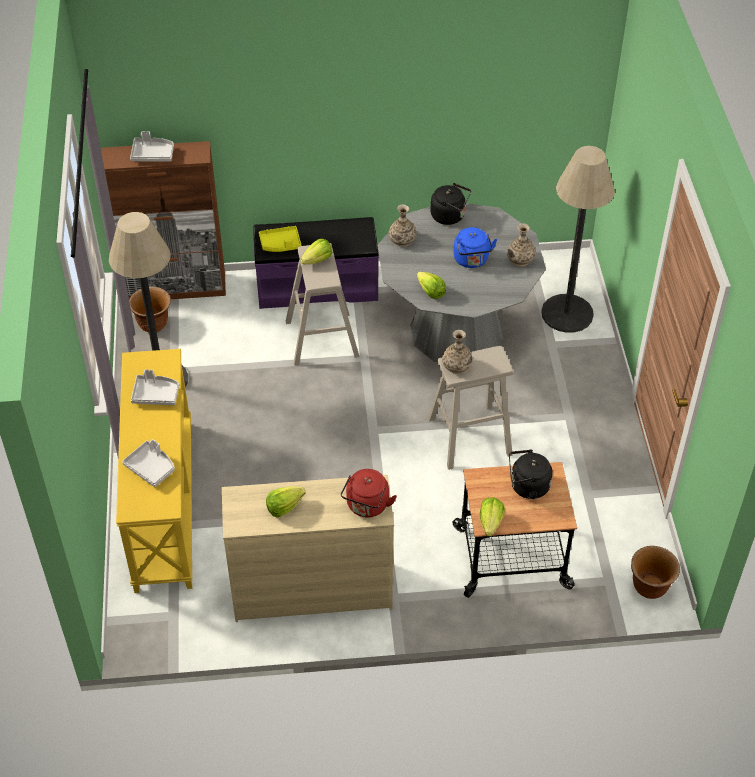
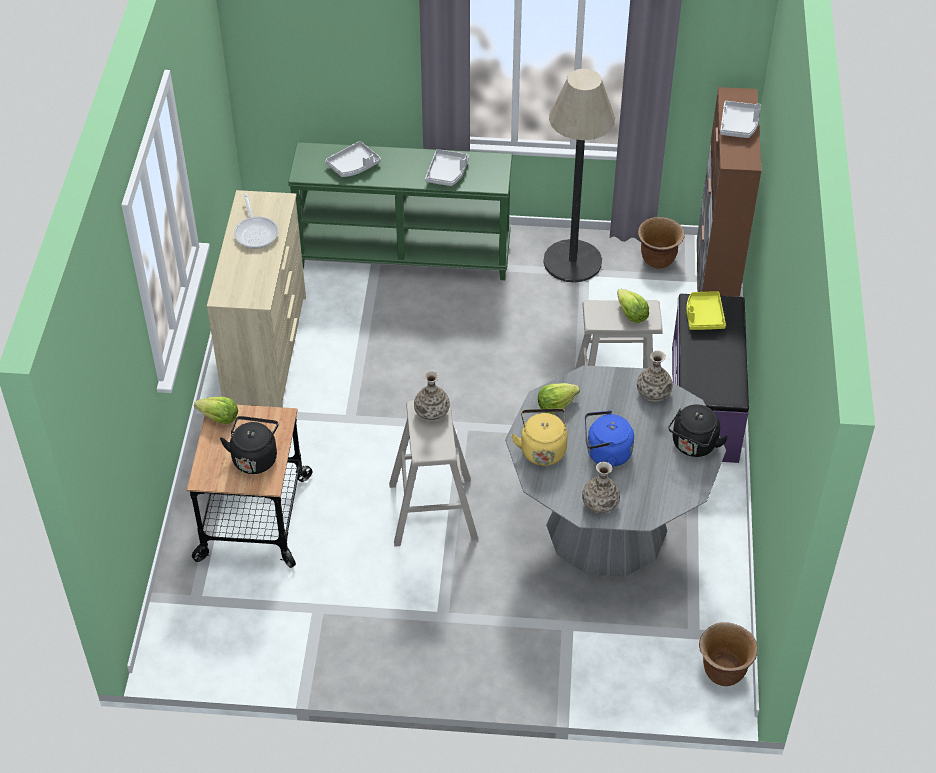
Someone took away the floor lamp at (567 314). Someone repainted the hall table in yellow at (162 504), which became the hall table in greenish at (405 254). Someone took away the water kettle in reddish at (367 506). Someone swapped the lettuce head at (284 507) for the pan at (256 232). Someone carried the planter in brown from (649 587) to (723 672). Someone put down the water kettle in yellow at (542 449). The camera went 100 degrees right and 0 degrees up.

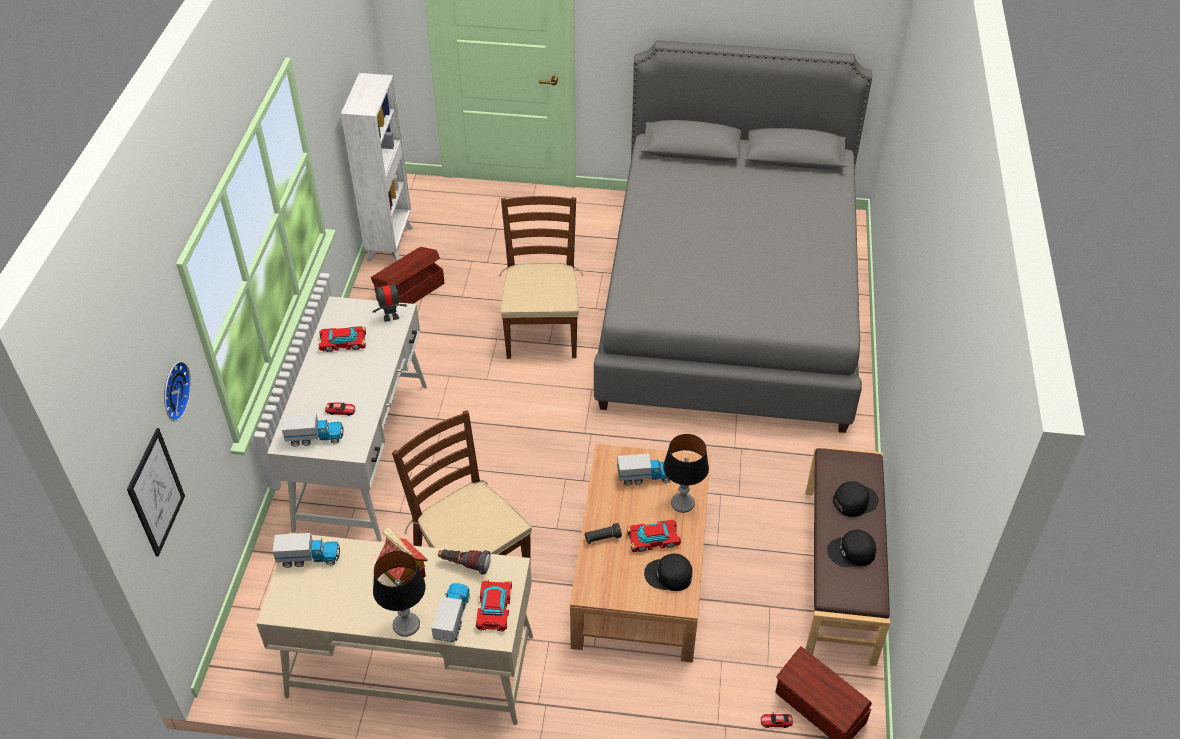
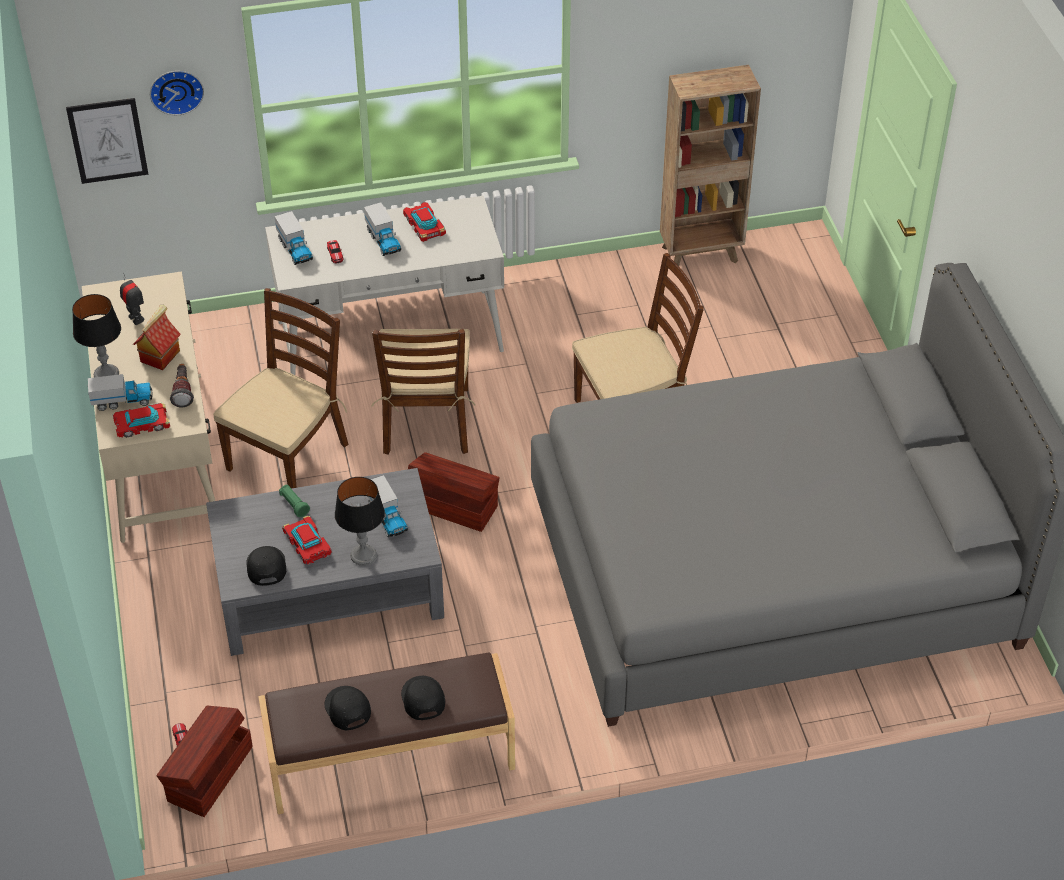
Someone repainted the bookcase in white at (390 243), which became the bookcase in brown at (701 254). Someone carried the storage container in brown from (409 291) to (452 505). Someone carried the model robot from (391 317) to (136 319). Someone repainted the lounge table in brown at (641 572), which became the lounge table in gray at (327 588). Someone rotated the peaked cap in black at (854 500) by 150 degrees counterclockwise. Someone repainted the flashlight in black at (602 538), which became the flashlight in greenish at (294 505). Someone carried the toy lorry from (309 558) to (383 240). Someone put down the upright chair in brown at (426 421). The camera went 70 degrees right and 0 degrees up.

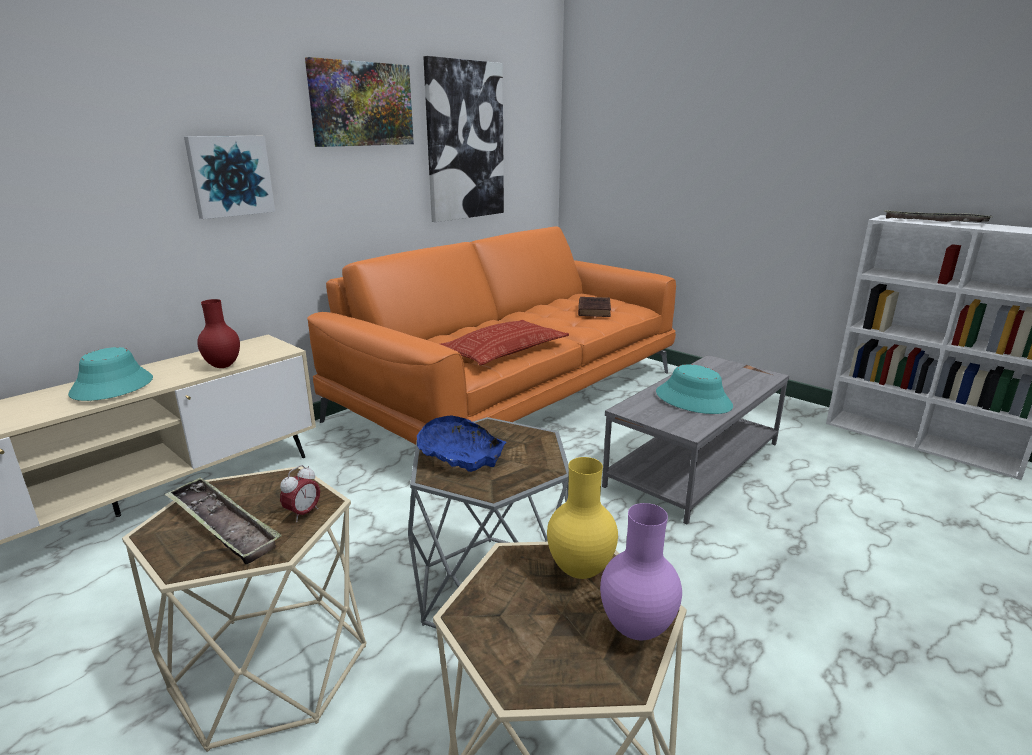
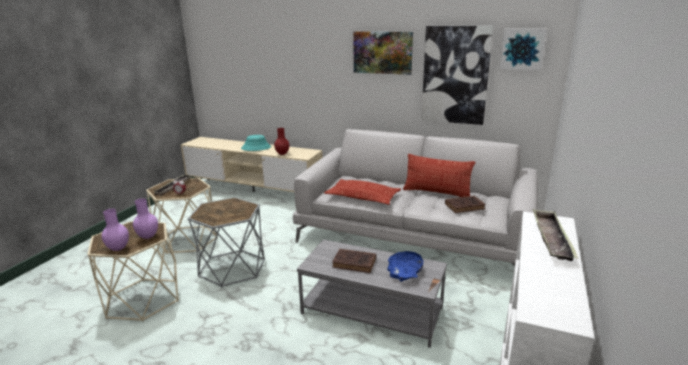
Someone carried the wall picture from (230 176) to (522 49). Someone repainted the sofa in orangey at (513 395), which became the sofa in gray at (414 234). Someone swapped the hat in blue-green at (693 400) for the book in brown at (355 263). Someone carried the serving bowl in blue-coloured from (460 457) to (405 272). Someone repainted the decorative vase in yellow at (582 571), which became the decorative vase in purple-coloured at (148 237). Someone put down the pillow at (437 193). The camera went 70 degrees right and 0 degrees up.

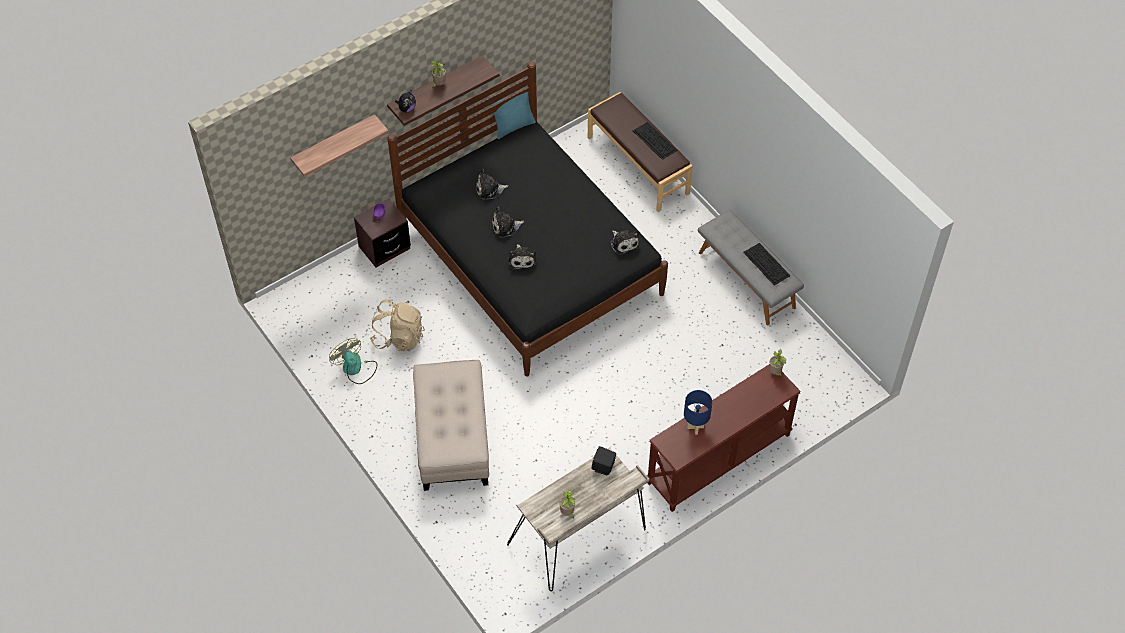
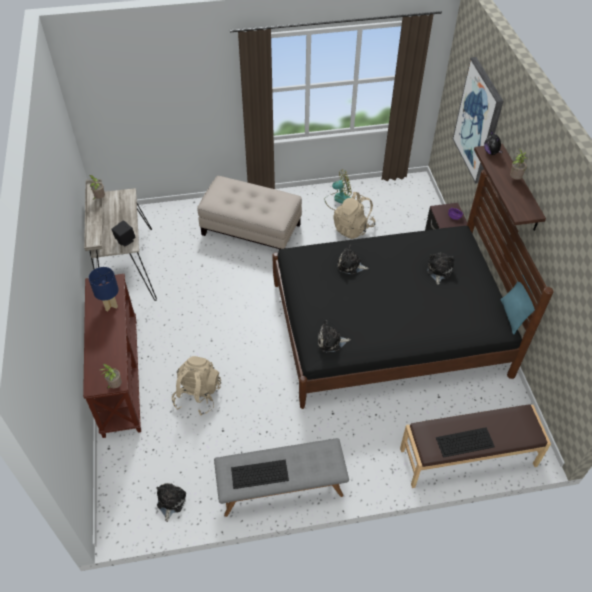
Someone swapped the wall shelf at (334 144) for the wall picture at (478 121). Someone carried the soft toy from (506 227) to (170 502). Someone put down the backpack in sand-coloured at (198 395). The camera went 115 degrees right and 5 degrees down.

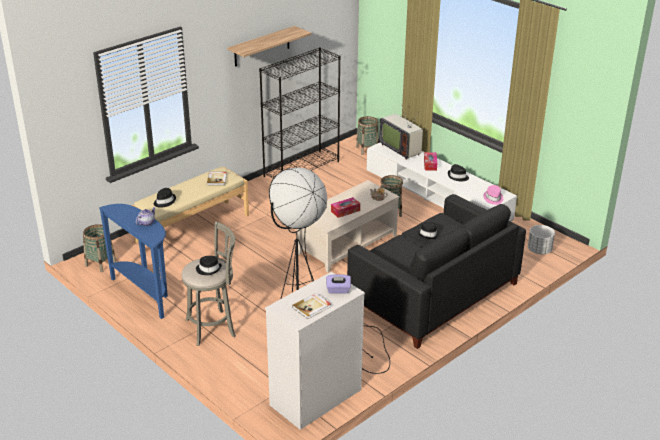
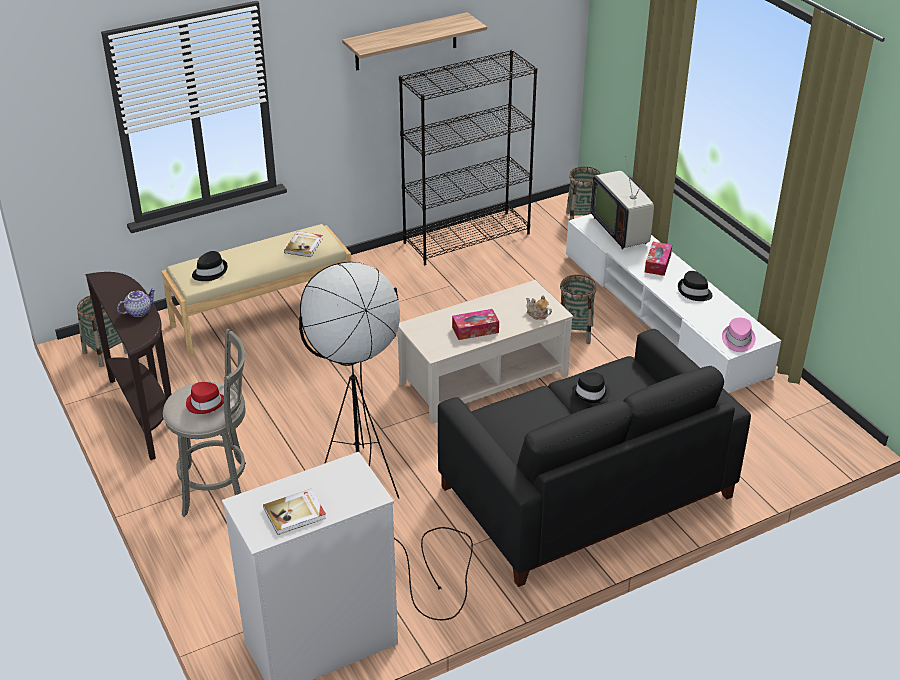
Someone repainted the hall table in blue-coloured at (145 293), which became the hall table in brown at (147 413). Someone took away the planter in white at (539 250). Someone repainted the hat in black at (208 269), which became the hat in reddish at (205 403). Someone took away the tissue holder in purple-coloured at (338 290). The camera went 15 degrees right and 5 degrees up.

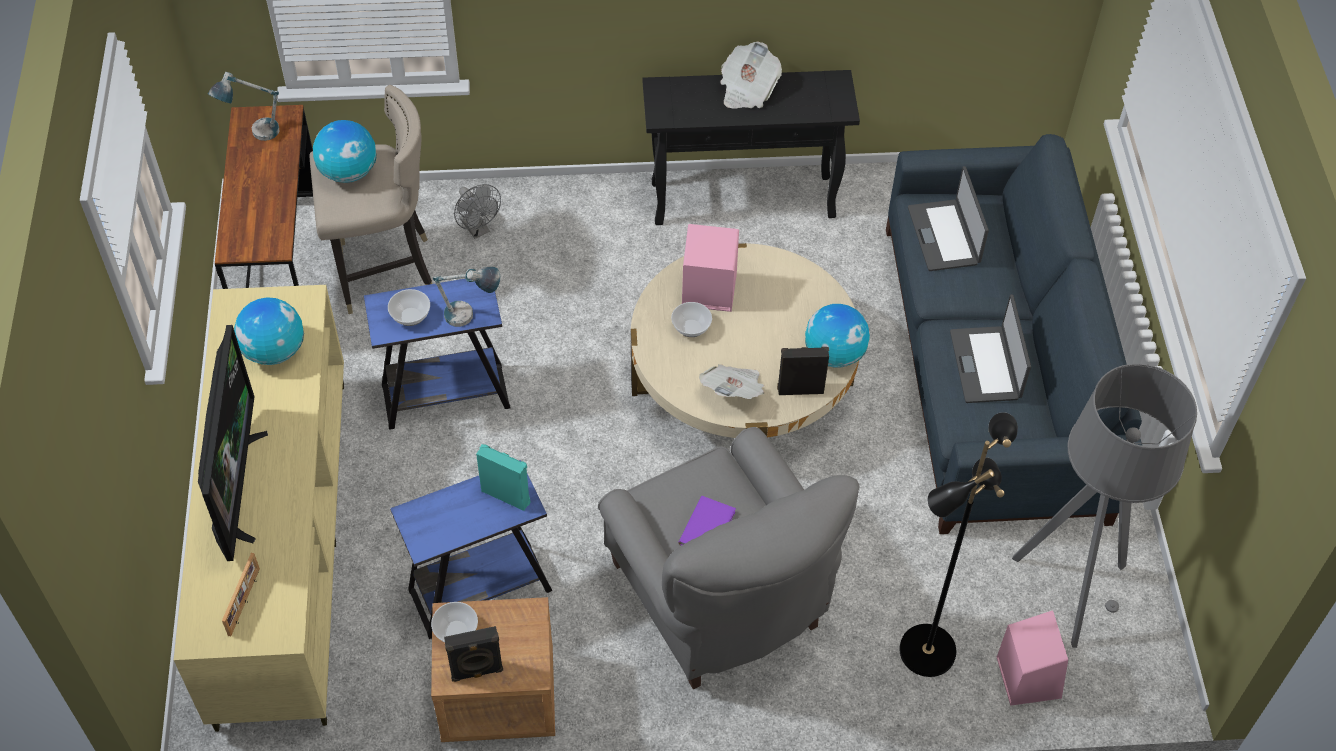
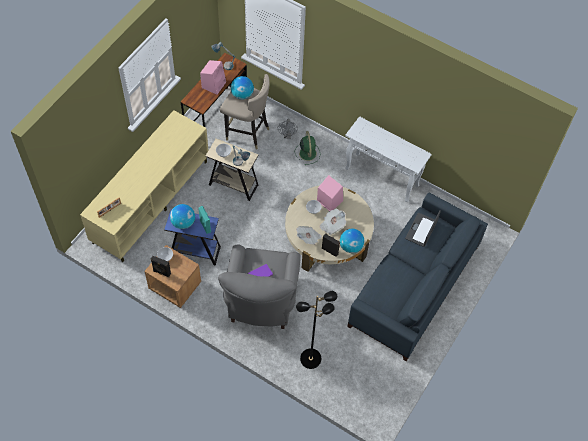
Someone carried the daily paper from (747 89) to (332 225). Someone repainted the hall table in black at (744 199), which became the hall table in white at (382 177). Someone repainted the end table in blue-coloured at (445 396), which became the end table in sand-coloured at (233 185). Someone took away the notebook computer at (986 365). Someone carried the world globe from (274 351) to (183 222). Someone took away the TV set at (236 486). Someone took away the floor lamp in gray at (1070 590). Someone carried the loudspeaker in pink-coloured from (1027 676) to (214 84). Someone put down the cooling fan in greenish at (307 153). The camera went 35 degrees right and 5 degrees up.

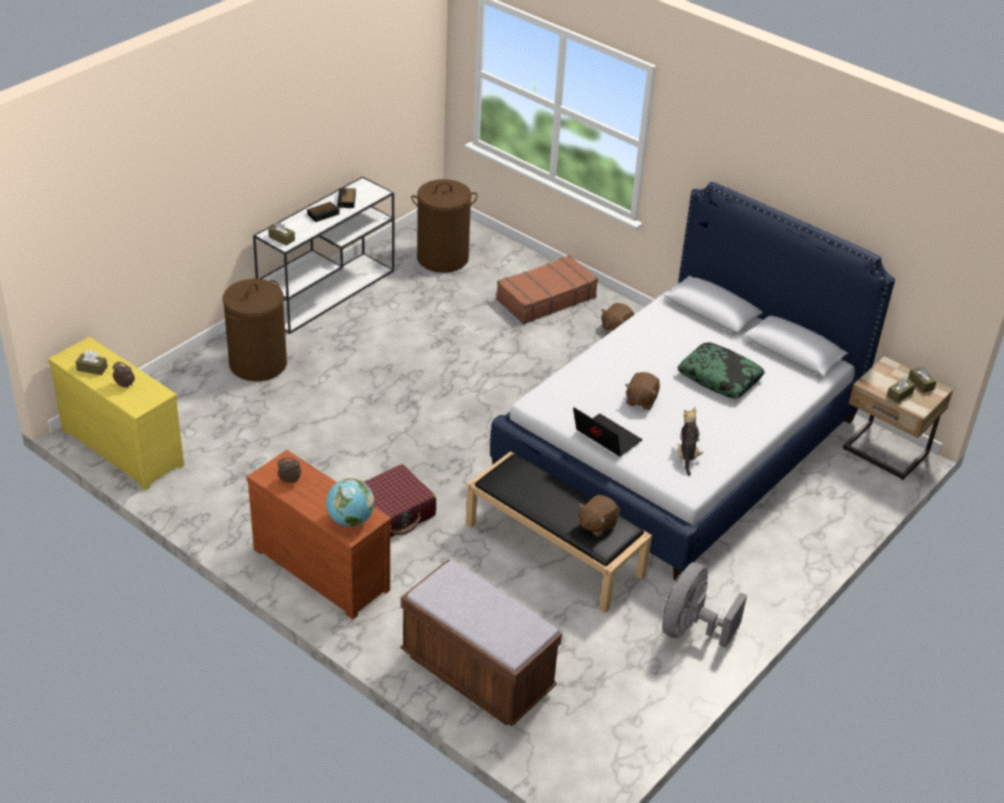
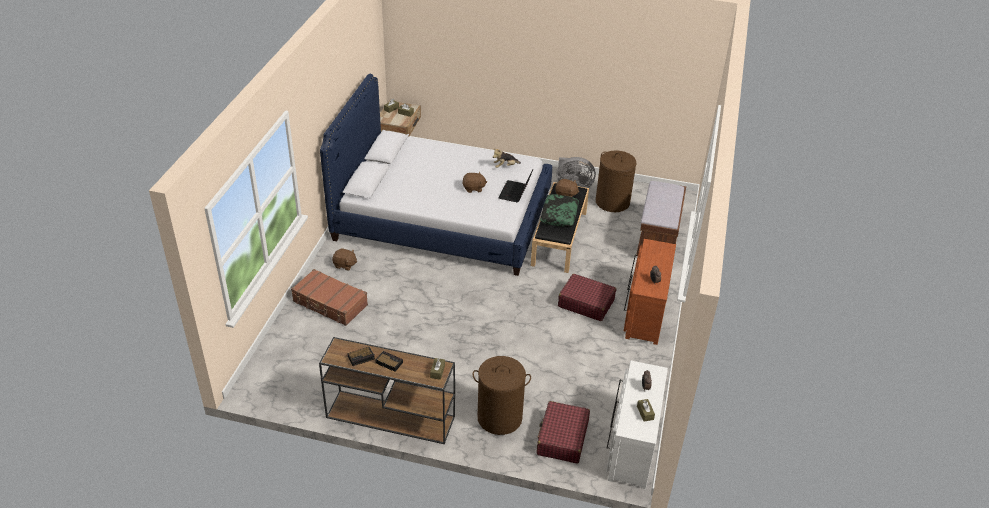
Someone repainted the hall table in white at (328 292), which became the hall table in brown at (389 417). Someone carried the laundry basket in brown from (442 258) to (612 202). Someone repainted the drawer chest in yellow at (125 446), which became the drawer chest in white at (630 445). Someone carried the pillow from (720 377) to (559 215). Someone took away the world globe at (350 520). Someone put down the suitcase in reddish at (562 438). The camera went 115 degrees left and 0 degrees up.

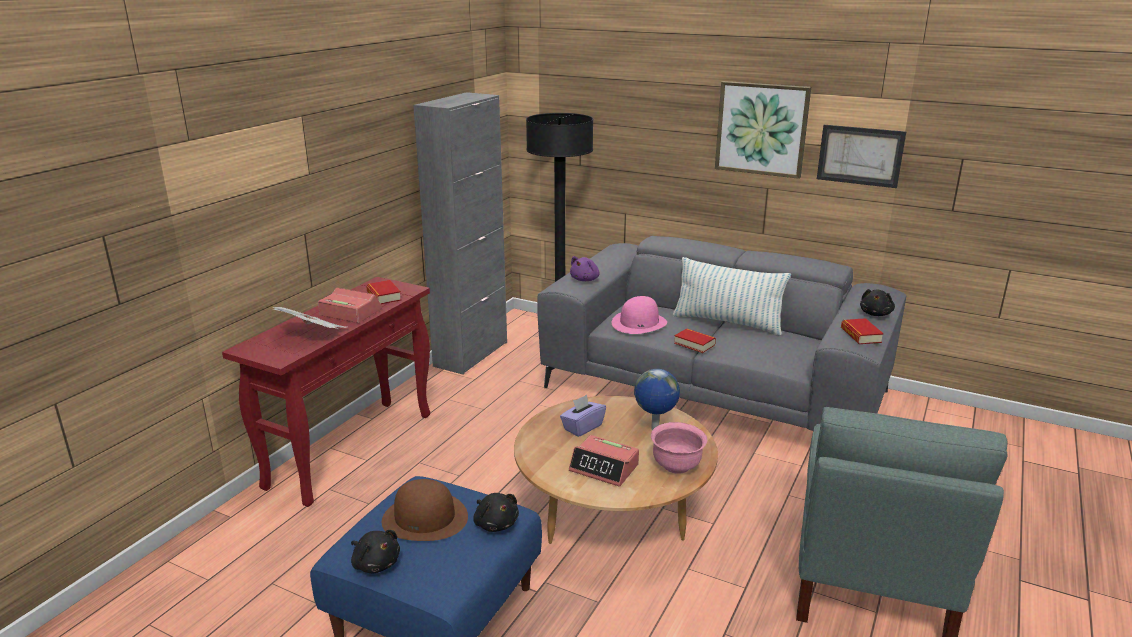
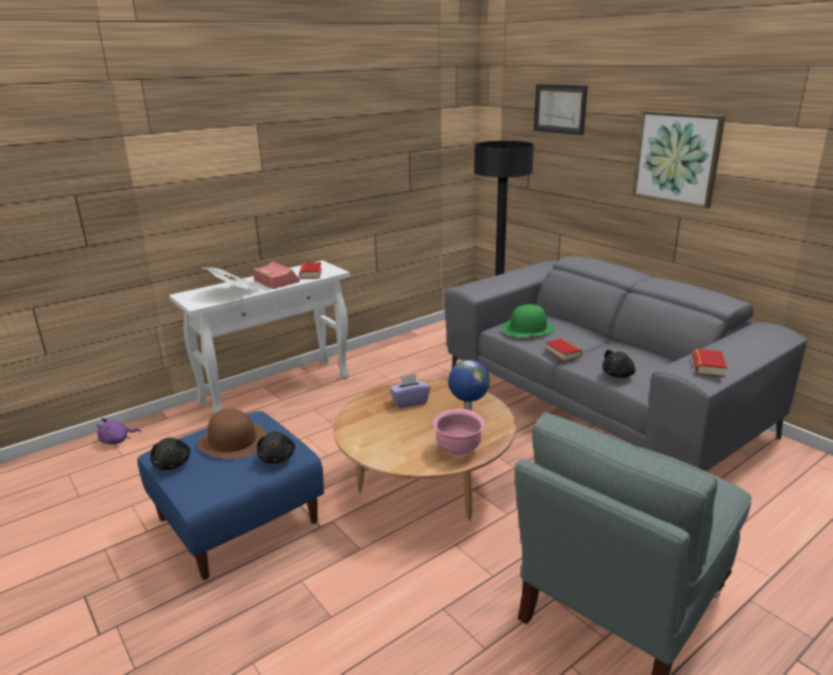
Someone took away the storage cabinet in gray at (471 354). Someone carried the wall picture from (860 155) to (560 109). Someone carried the soft toy in purple-coloured from (585 279) to (117 440). Someone took away the pillow at (727 323). Someone repainted the hall table in reddish at (352 449), which became the hall table in white at (277 390). Someone carried the soft toy in black from (875 314) to (619 375). Someone repainted the hat in pink-coloured at (639 323), which became the hat in greenish at (528 328). Someone took away the table clock at (604 468). The camera went 25 degrees right and 0 degrees up.

